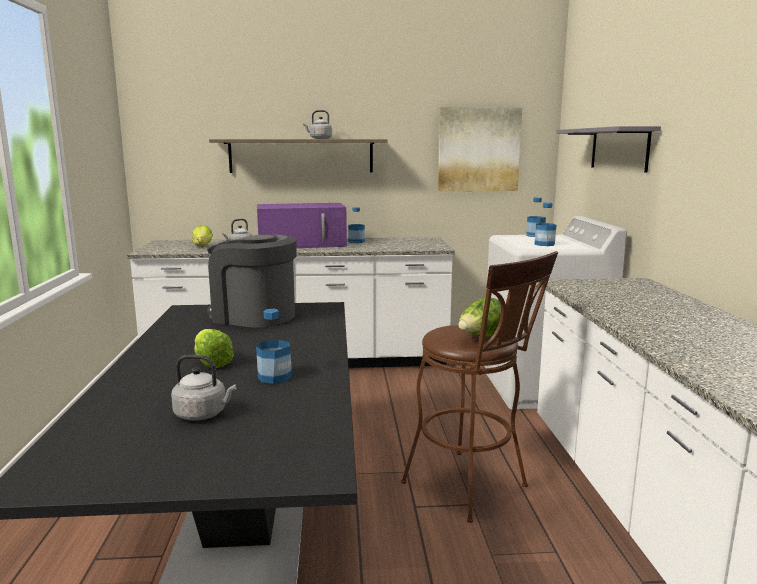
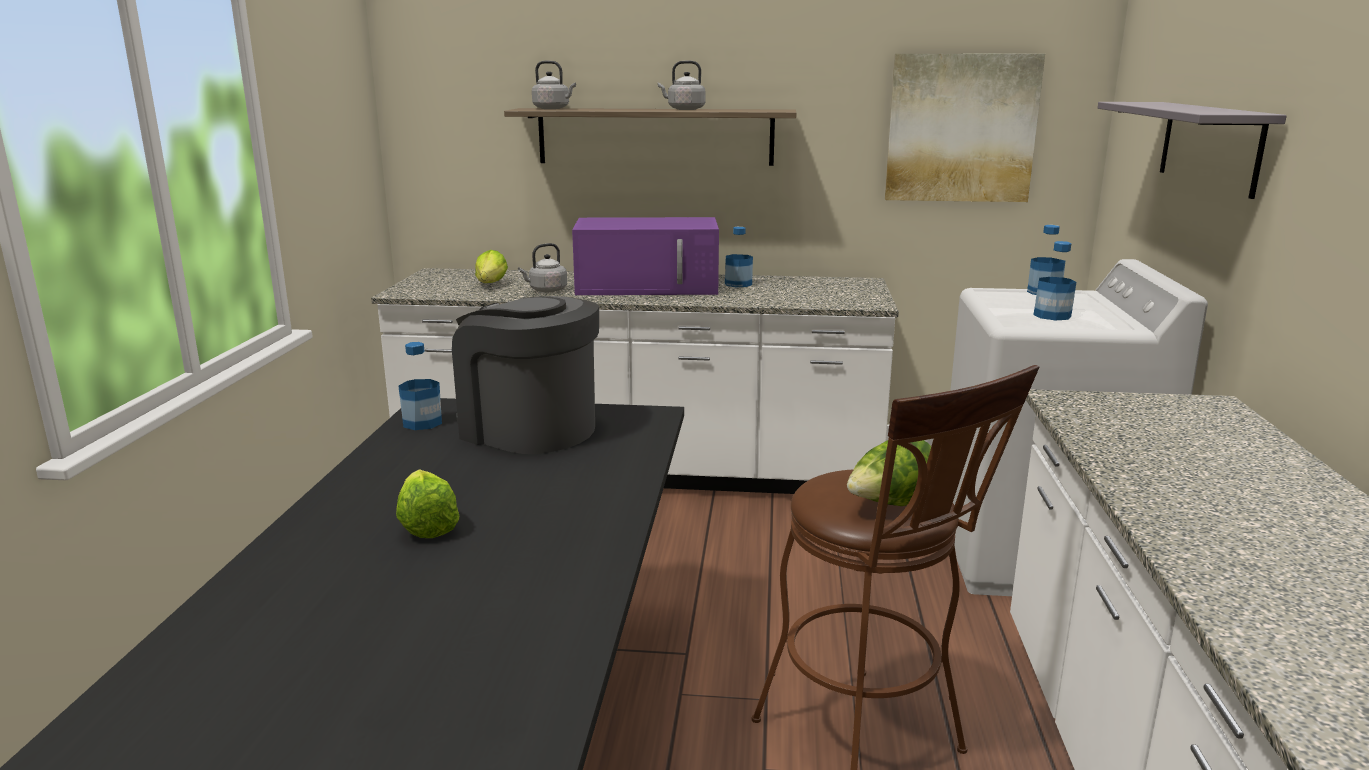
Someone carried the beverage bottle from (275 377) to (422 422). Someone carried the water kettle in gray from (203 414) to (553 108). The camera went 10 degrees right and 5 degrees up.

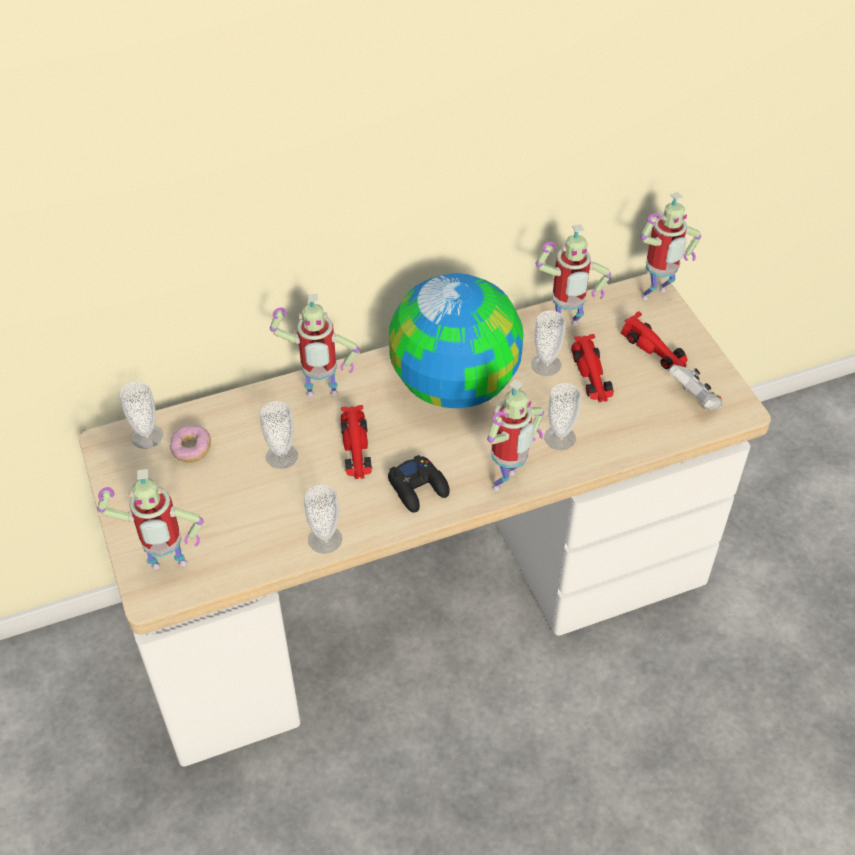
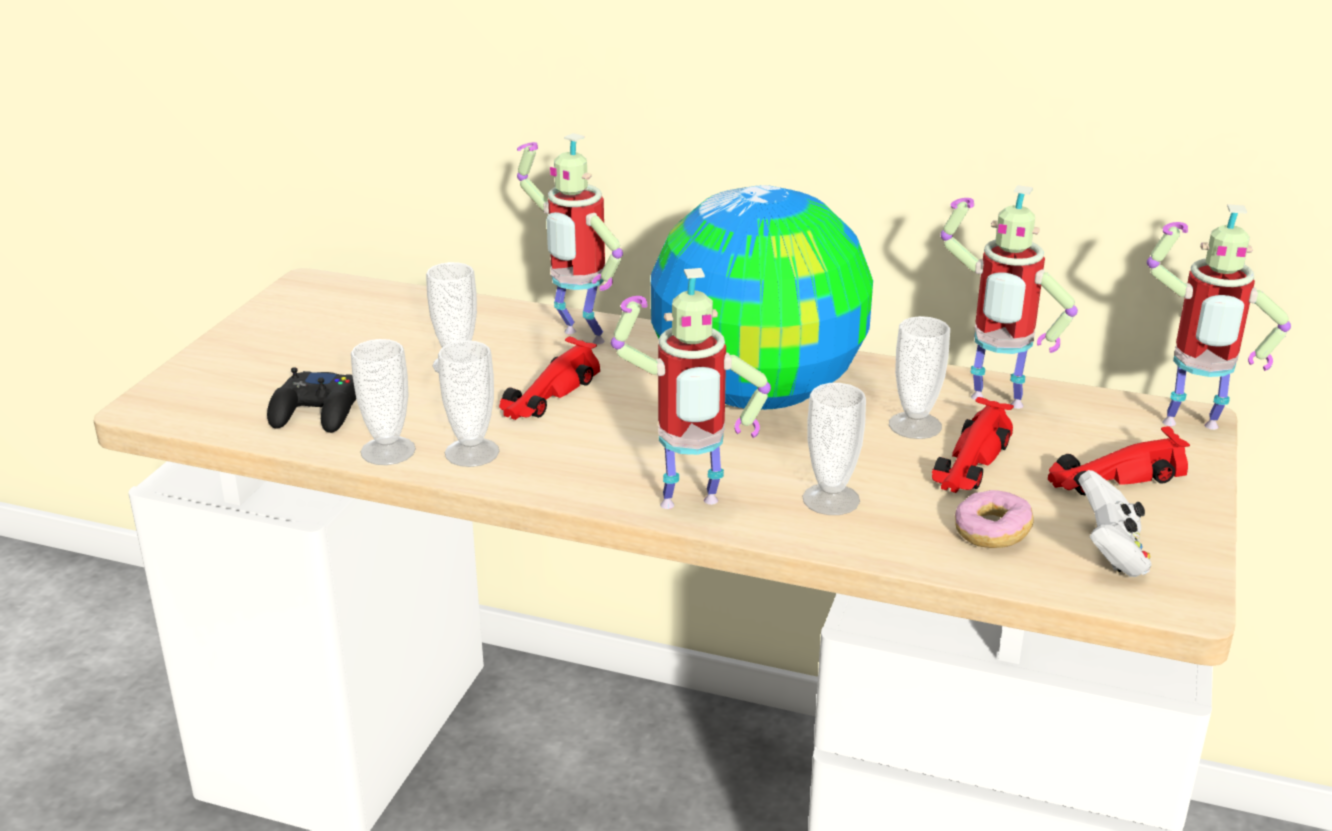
Someone rotated the miniature car in reddish at (655 349) by 75 degrees clockwise. Someone carried the cup from (147 436) to (472 452). Someone carried the ring doughnut from (191 449) to (991 533). Someone carried the game controller in black from (418 488) to (317 412). Someone took away the model robot at (168 569). The camera went 40 degrees right and 20 degrees down.

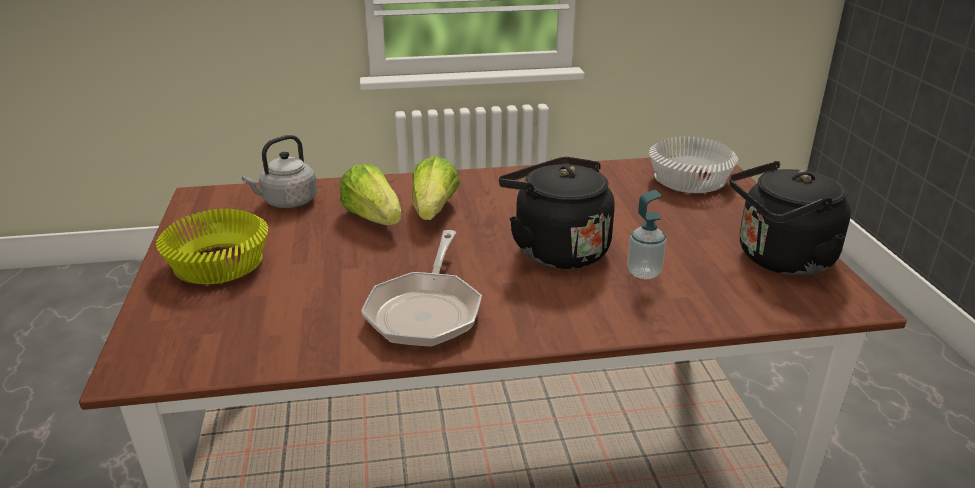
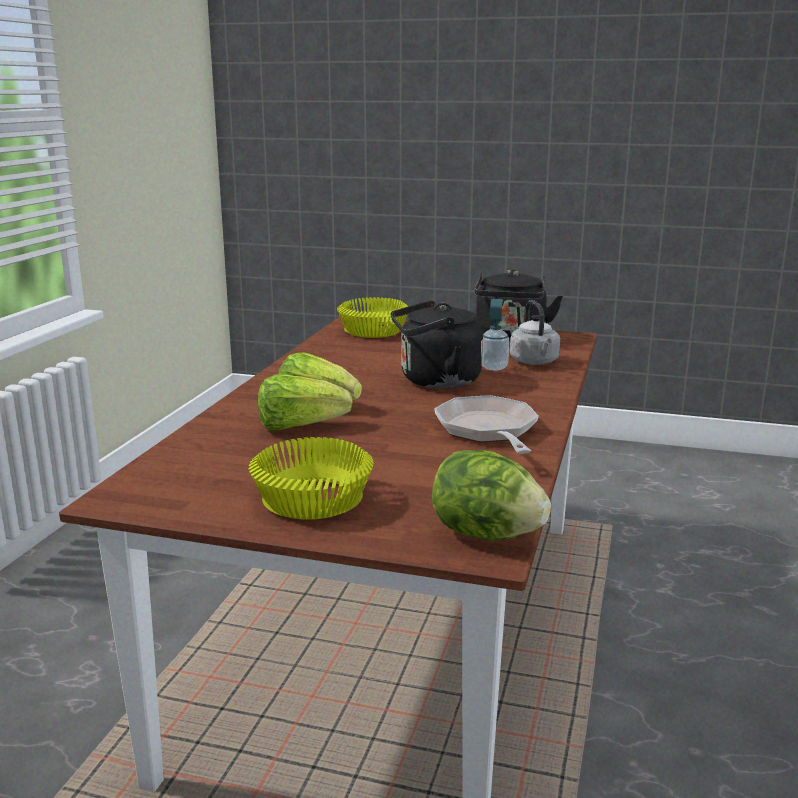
Someone carried the water kettle in gray from (287 202) to (535 362). Someone repainted the serving bowl in white at (691 180), which became the serving bowl in yellow at (374 330). Someone rotated the pan at (426 311) by 135 degrees counterclockwise. Someone put down the lettuce head at (486 534). The camera went 65 degrees left and 10 degrees down.

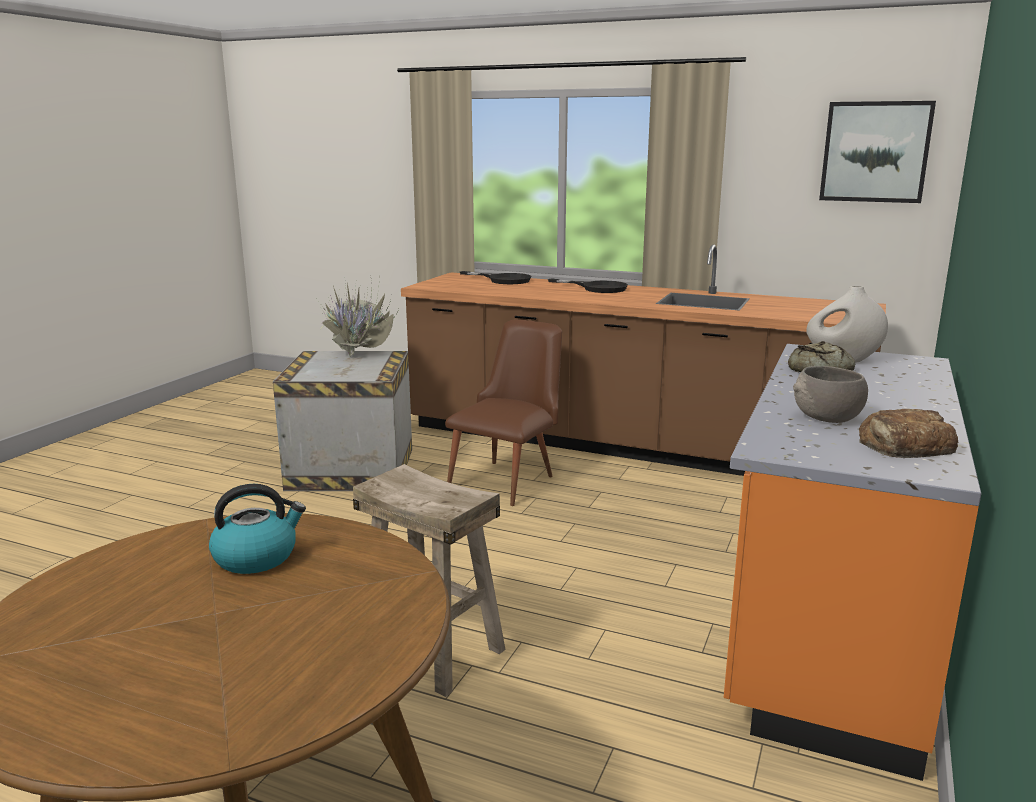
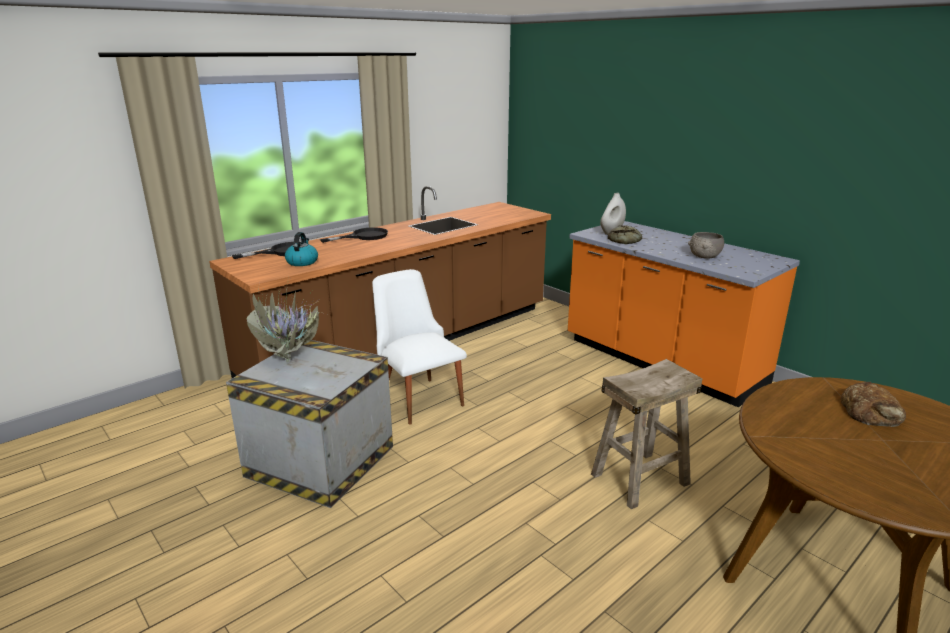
Someone took away the wall picture at (875 152). Someone repainted the upright chair in brown at (509 479), which became the upright chair in white at (418 396). Someone carried the bread from (904 445) to (871 412). Someone carried the water kettle from (257 557) to (302 262). The camera went 65 degrees left and 5 degrees up.

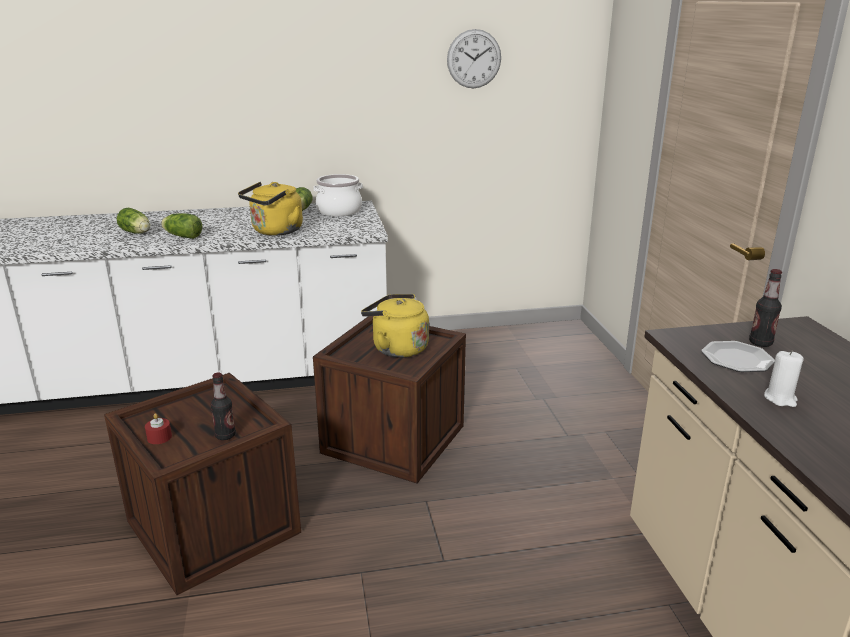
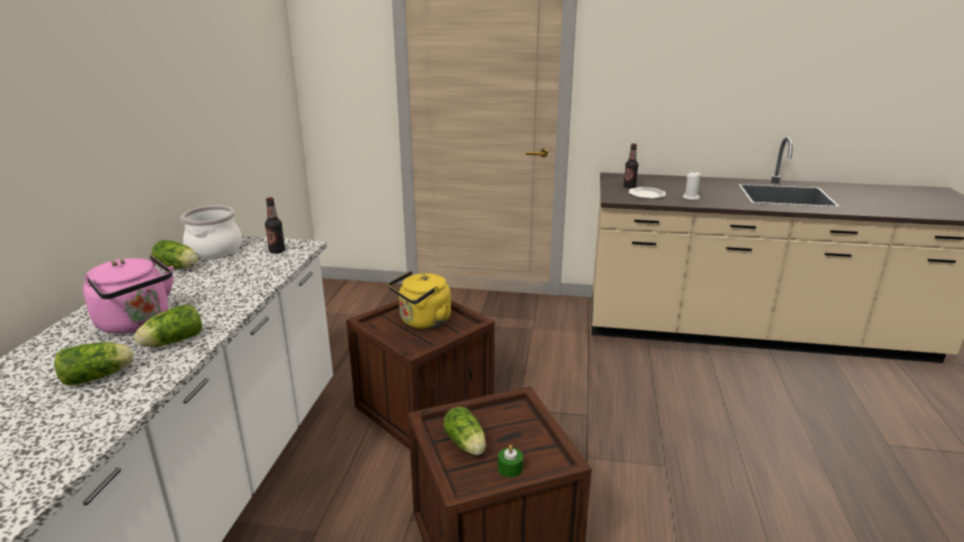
Someone took away the wall clock at (474 59). Someone took away the water kettle in yellow at (275 232). Someone carried the beverage bottle from (225 435) to (277 251). Someone repainted the wax candle in reddish at (159 437), which became the wax candle in greenish at (510 468). Someone put down the water kettle in pink-coloured at (137 323). Someone put down the lettuce head at (466 445). The camera went 70 degrees left and 0 degrees up.

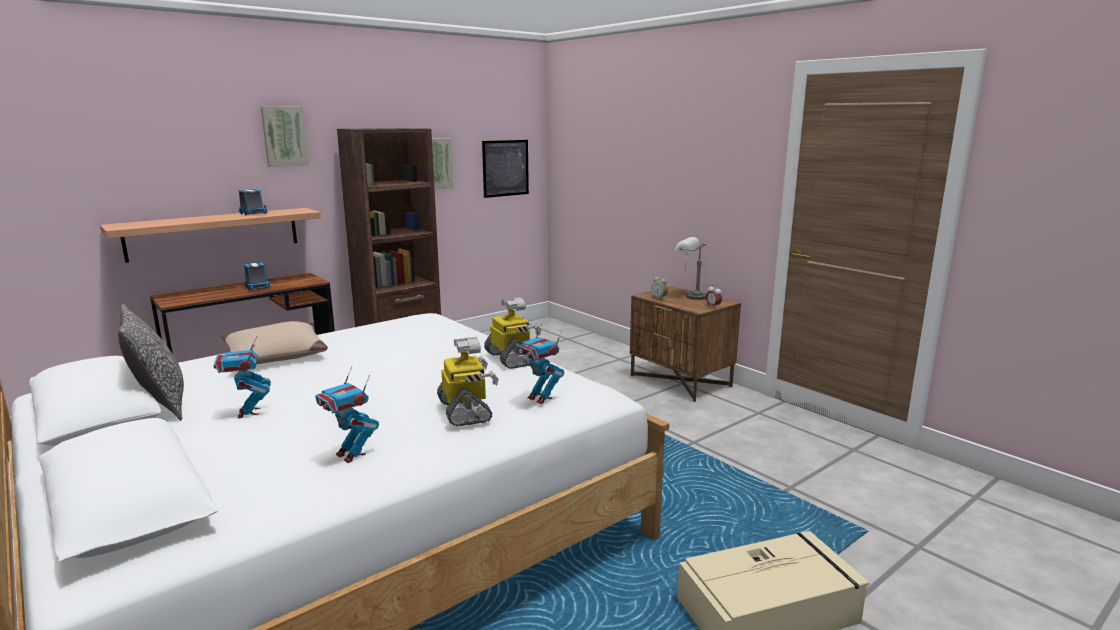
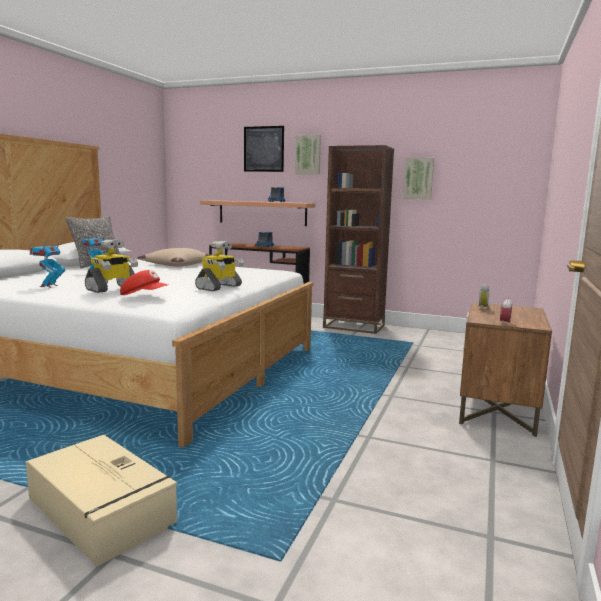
Someone carried the wall picture from (505 168) to (263 149). Someone took away the lamp for a table in gray at (689 296). Someone swapped the model robot at (540 398) for the peaked cap in reddish at (144 296). The camera went 60 degrees right and 5 degrees down.

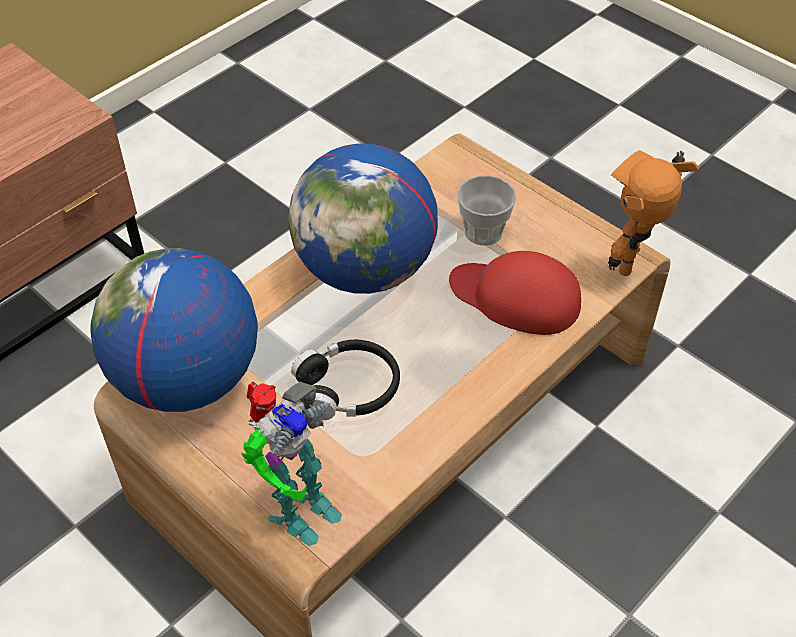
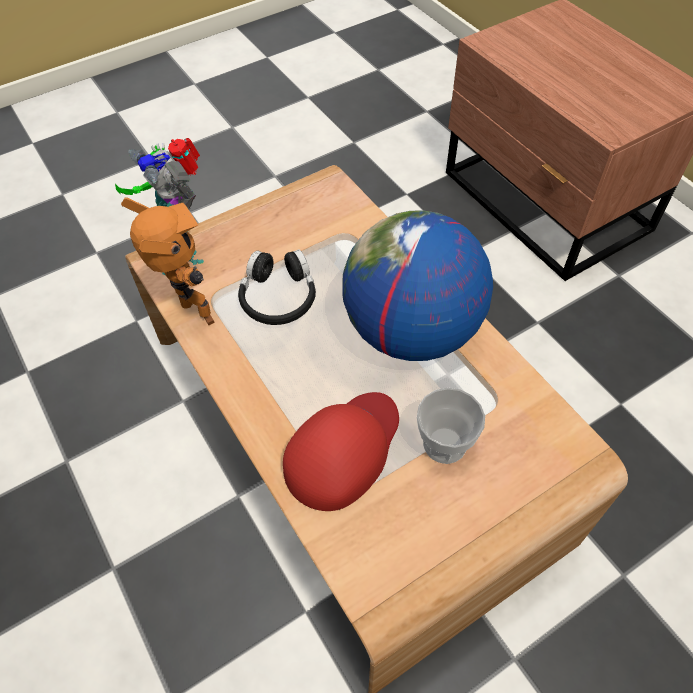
Someone carried the model robot from (635 265) to (193 317). Someone took away the world globe at (186 380). The camera went 105 degrees right and 5 degrees up.

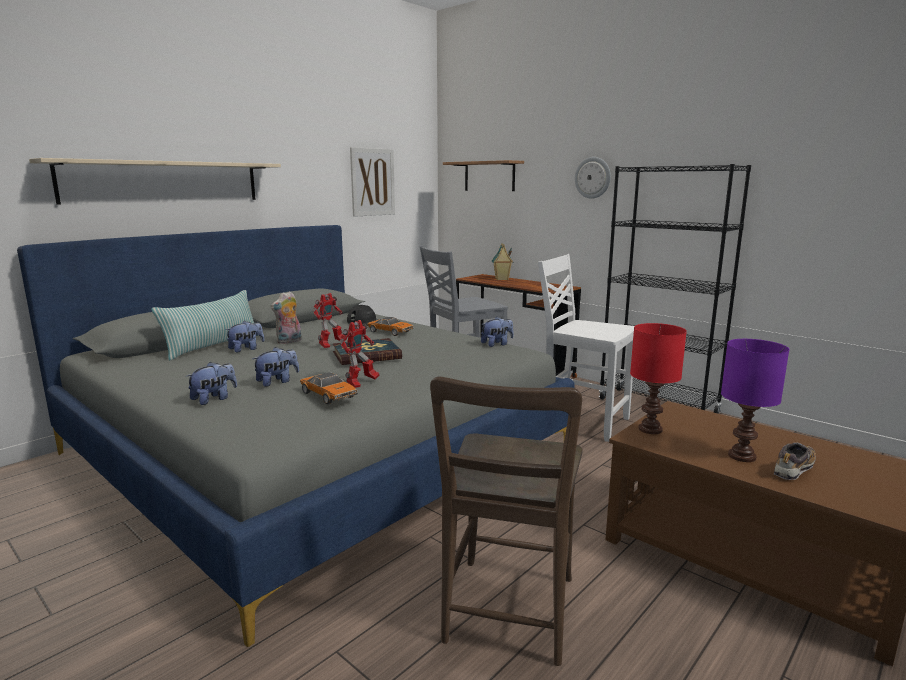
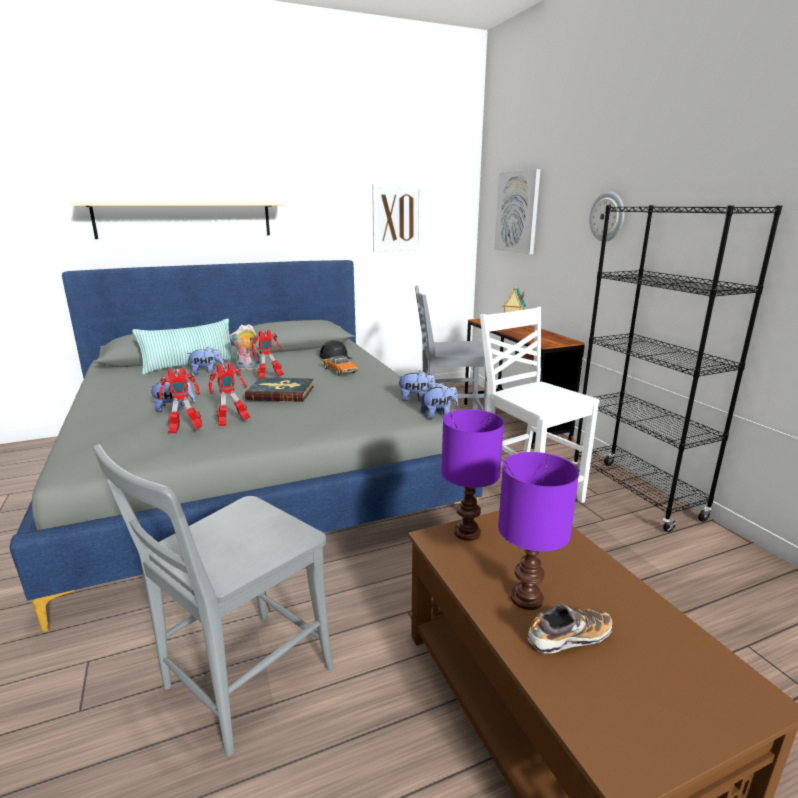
Someone swapped the wall shelf at (489 176) for the wall picture at (517 212). Someone repainted the lamp for a table in reddish at (650 429), which became the lamp for a table in purple-coloured at (468 532). Someone carried the soft toy from (214 399) to (439 414). Someone swapped the miniature car at (329 395) for the model robot at (185 430). Someone repainted the upright chair in brown at (507 615), which became the upright chair in gray at (241 683). The camera went 25 degrees right and 5 degrees up.

